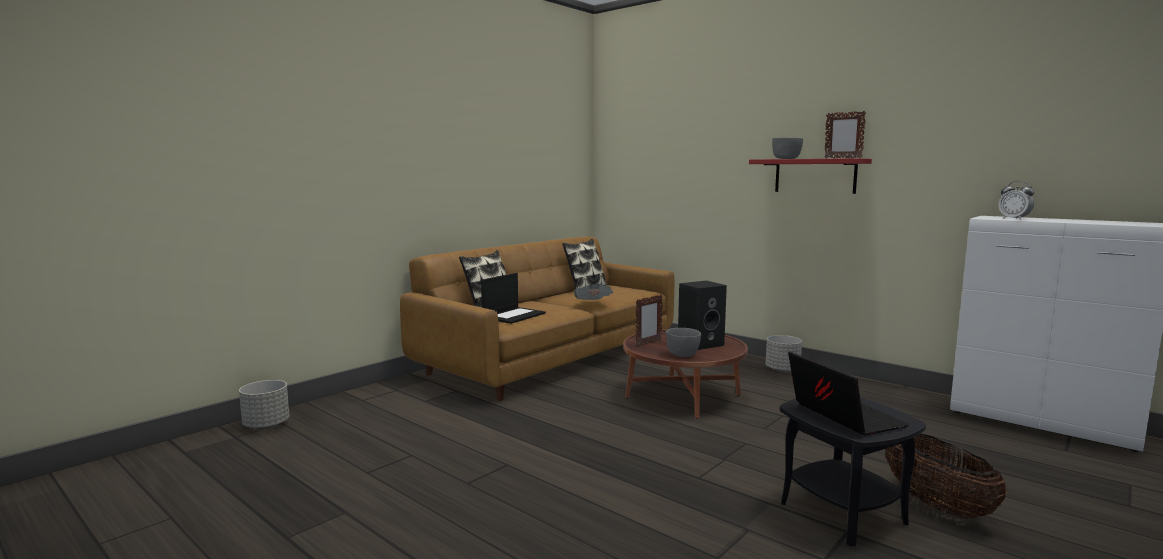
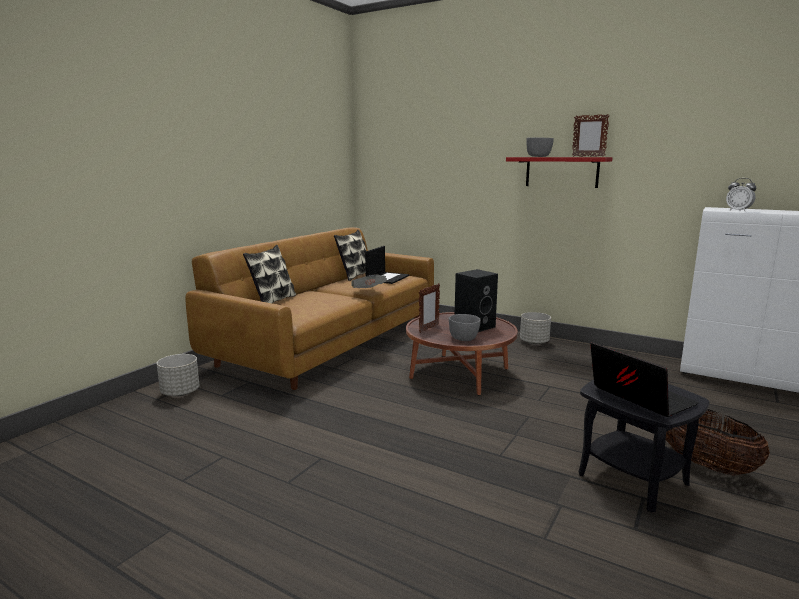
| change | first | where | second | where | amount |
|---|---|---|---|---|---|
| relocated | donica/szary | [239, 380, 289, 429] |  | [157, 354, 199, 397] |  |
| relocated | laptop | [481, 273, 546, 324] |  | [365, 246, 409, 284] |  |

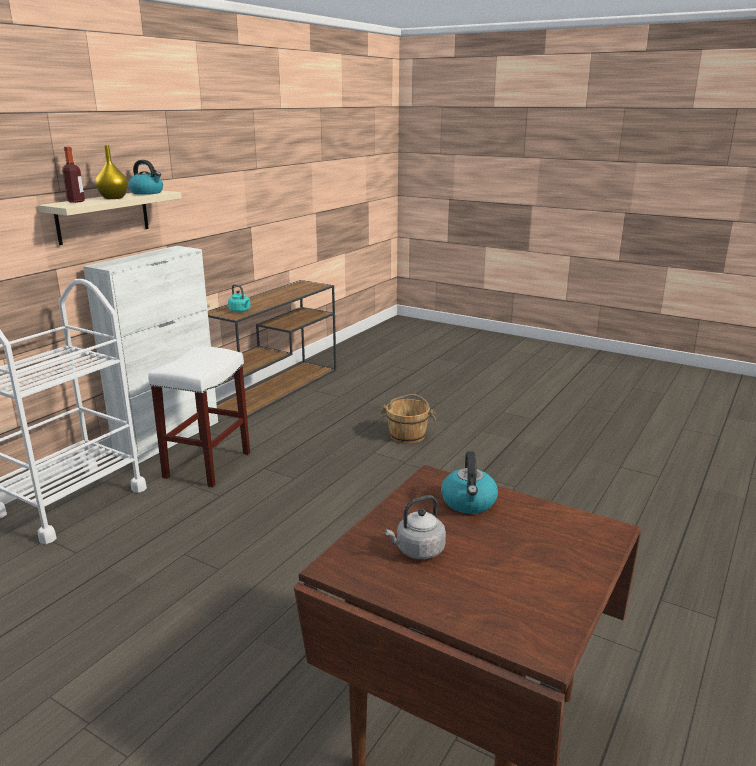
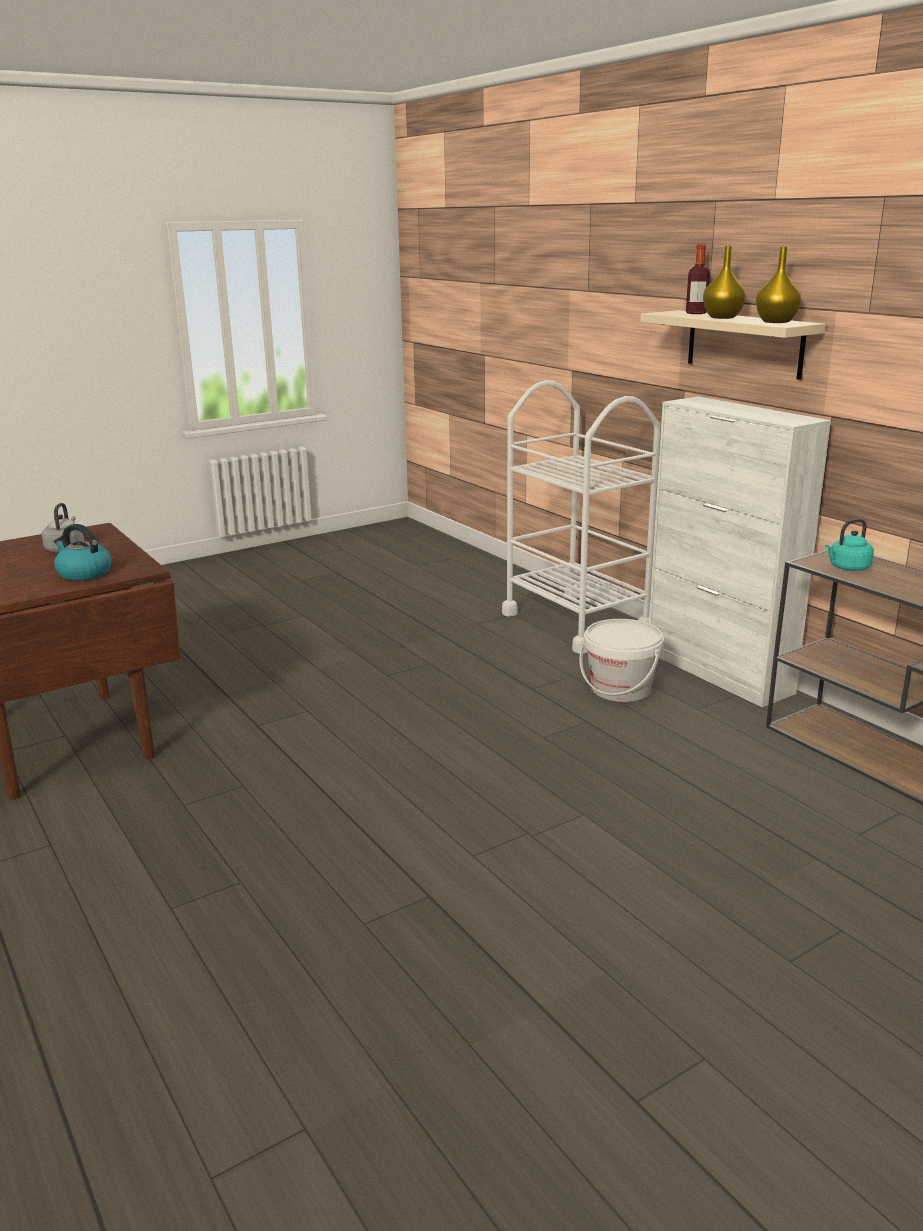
| change | first | where | second | where | amount |
|---|---|---|---|---|---|
| exchanged | stołek/biały | [148, 346, 250, 487] | wiadro/biały | [579, 619, 664, 702] |  |
| exchanged | czajnik | [128, 160, 163, 195] | wazon/żółty | [756, 246, 802, 323] |  |
| missing | wiadro/brązowy | [380, 394, 436, 444] |  |  |  |

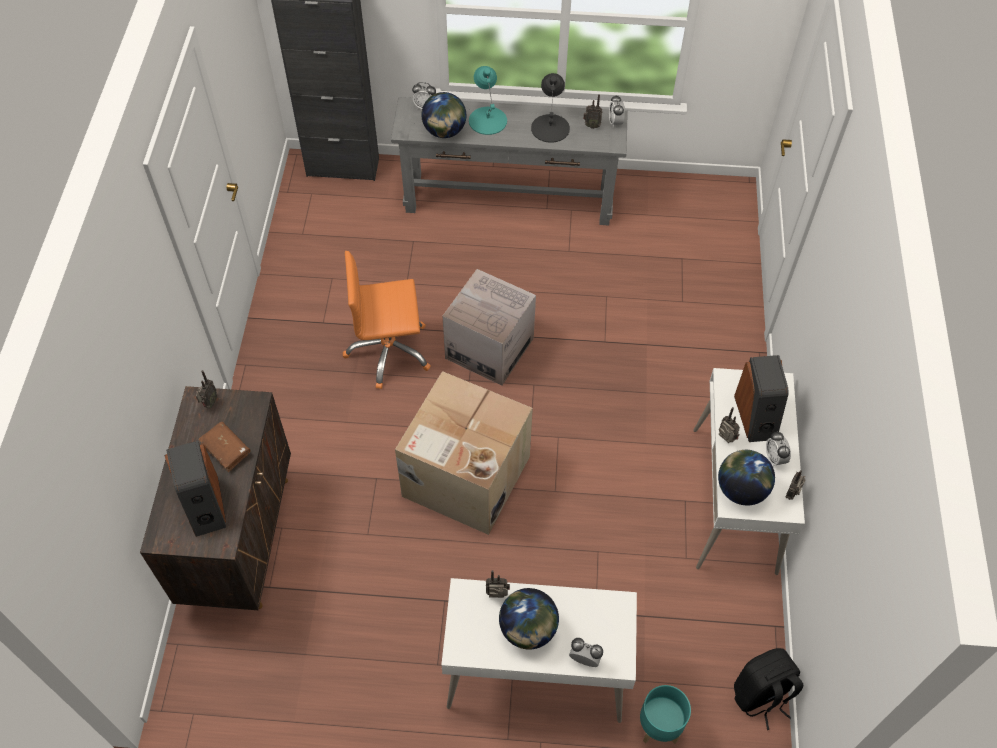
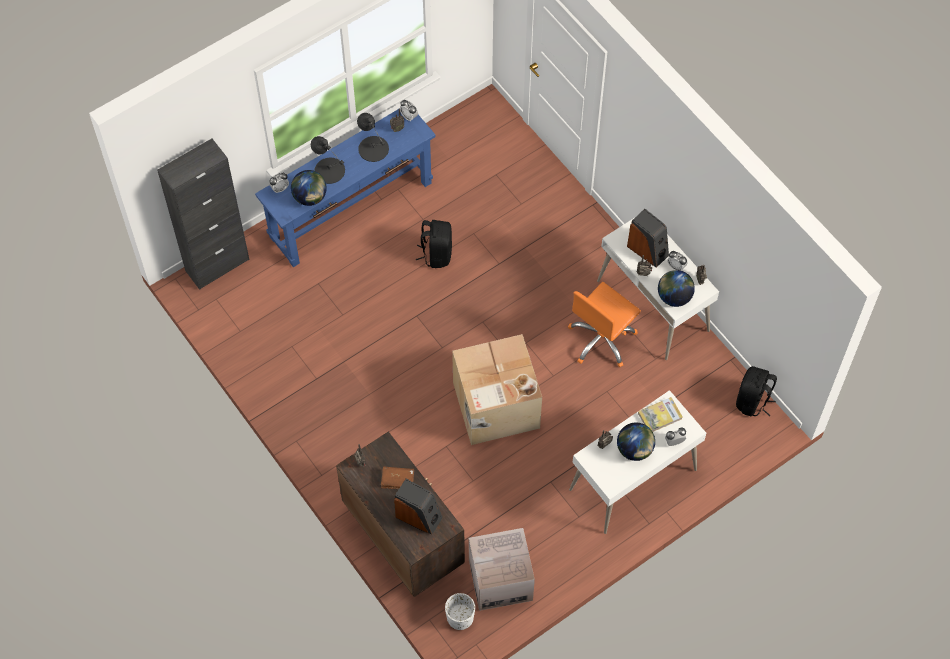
| change | first | where | second | where | amount |
|---|---|---|---|---|---|
| colour | stolik konsolowy/szary | [391, 97, 628, 225] | stolik konsolowy/niebieski | [255, 108, 436, 267] |  |
| colour | lampa stołowa/turkusowy | [469, 66, 507, 135] | lampa stołowa/czarny | [311, 136, 345, 184] |  |
| appeared |  |  | plecak/czarny | [416, 220, 452, 268] |  |
| appeared |  |  | donica/biały | [445, 593, 475, 630] |  |
| relocated | karton | [442, 269, 536, 386] |  | [469, 528, 535, 611] |  |
| relocated | krzesło biurowe/pomarańczowy | [343, 251, 431, 389] |  | [568, 282, 641, 367] |  |
| appeared |  |  | książka | [638, 397, 683, 432] |  |
| missing | donica/turkusowy | [640, 685, 691, 744] |  |  |  |

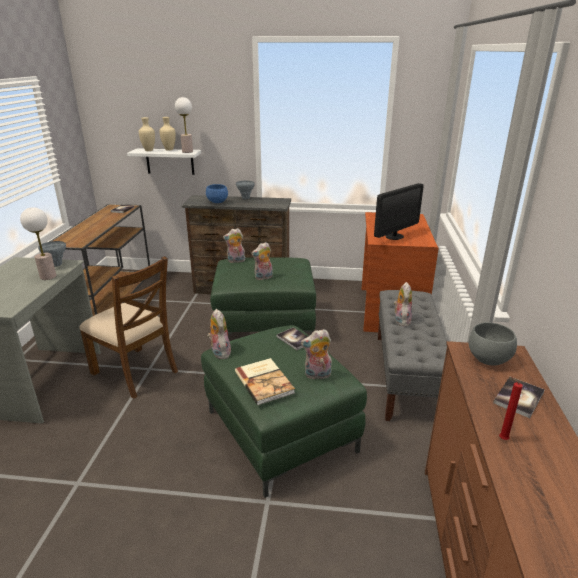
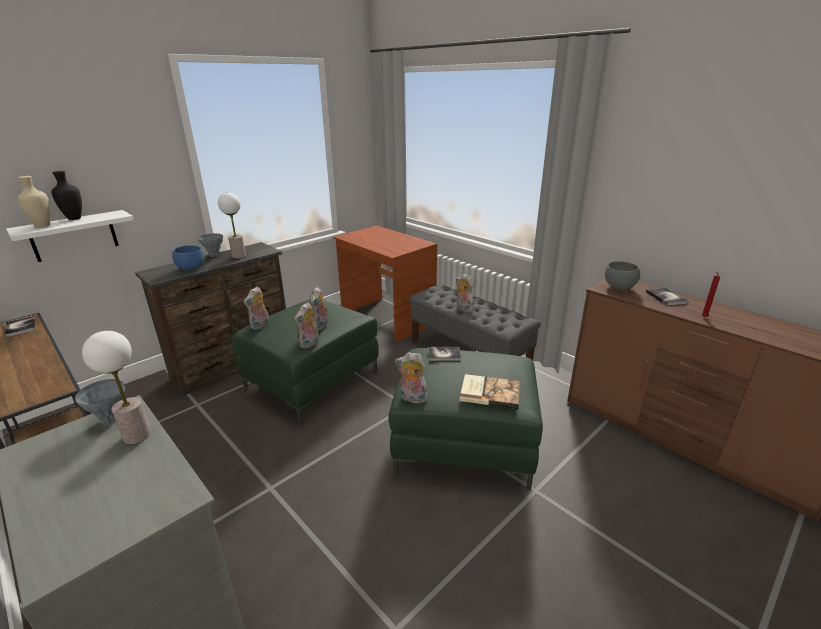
| change | first | where | second | where | amount |
|---|---|---|---|---|---|
| colour | wazon/beżowy | [159, 117, 176, 151] | wazon/czarny | [52, 171, 82, 220] |  |
| relocated | lampa stołowa | [175, 97, 193, 153] |  | [218, 193, 246, 259] |  |
| relocated | pluszak | [301, 329, 332, 379] |  | [294, 302, 319, 349] |  |
| missing | krzesło/brązowy | [79, 256, 178, 399] |  |  |  |
| missing | monitor | [374, 183, 424, 240] |  |  |  |

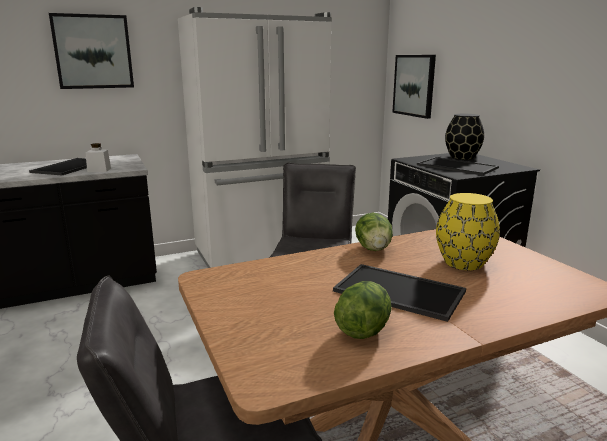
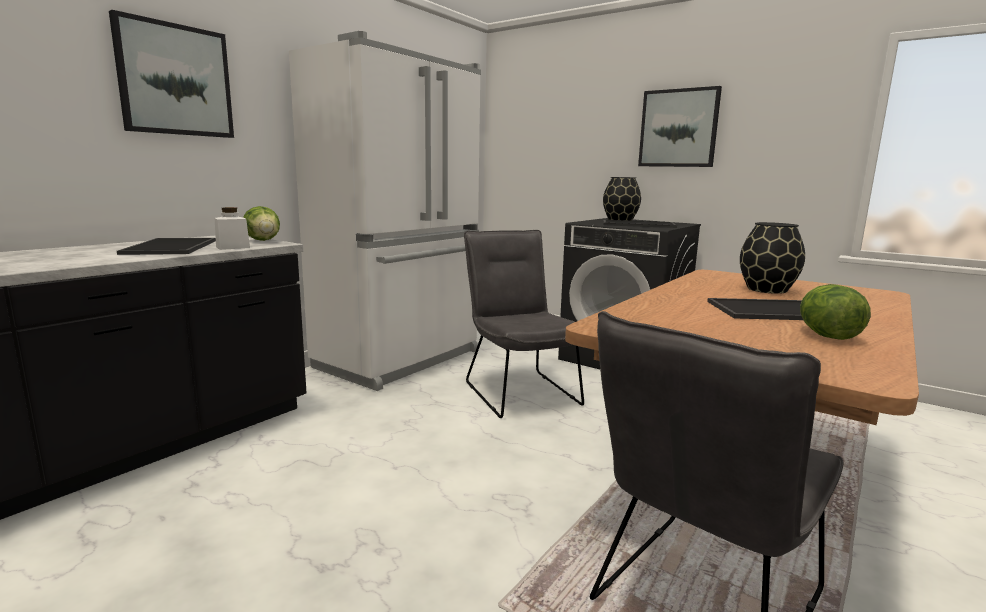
| change | first | where | second | where | amount |
|---|---|---|---|---|---|
| relocated | sałata | [355, 212, 393, 251] |  | [243, 206, 280, 241] |  |
| relocated | obraz | [392, 55, 436, 119] |  | [638, 86, 722, 167] |  |
| colour | wazon/żółty | [436, 193, 500, 270] | wazon/czarny | [740, 222, 805, 294] |  |

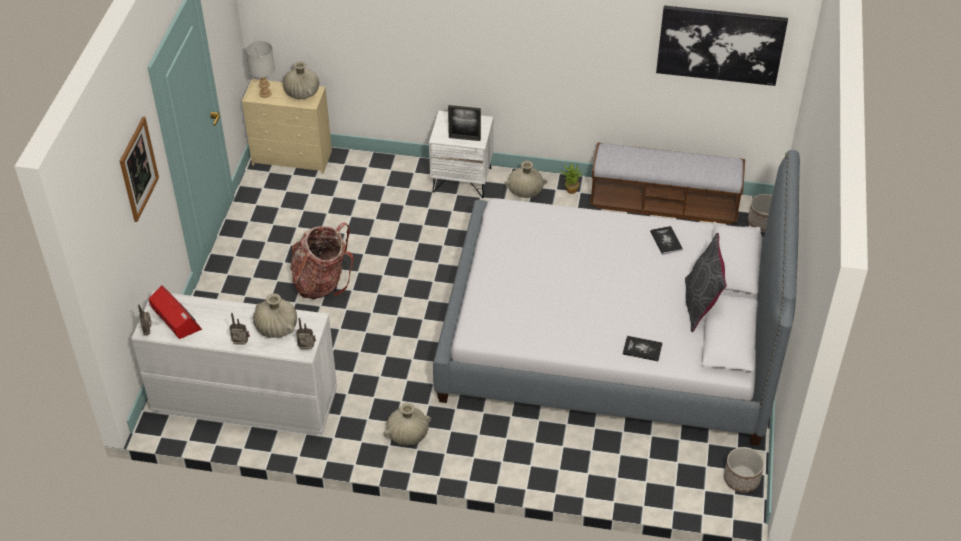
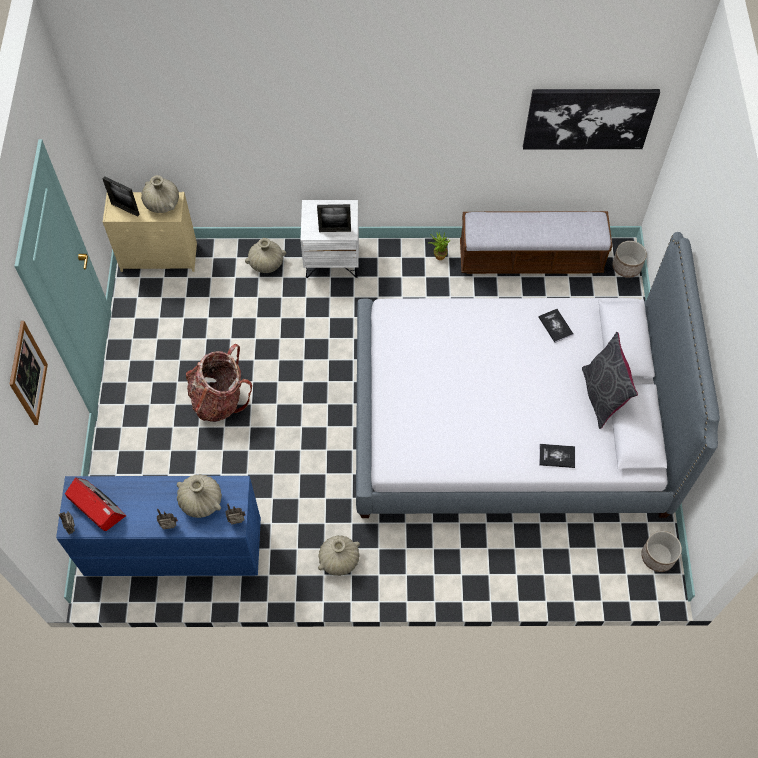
| change | first | where | second | where | amount |
|---|---|---|---|---|---|
| colour | komoda/biały | [132, 291, 337, 435] | komoda/niebieski | [56, 476, 261, 576] |  |
| exchanged | lampa stołowa/szary | [246, 41, 275, 98] | ramka na zdjęcie | [102, 176, 140, 217] |  |
| relocated | wazon/beżowy | [504, 161, 547, 198] |  | [245, 238, 286, 273] |  |

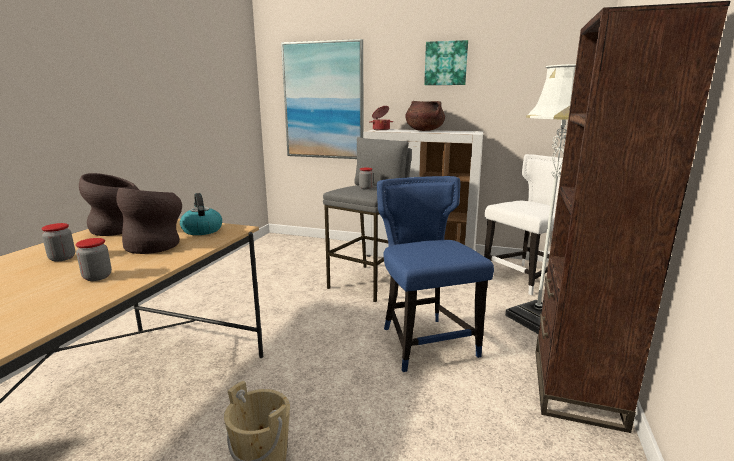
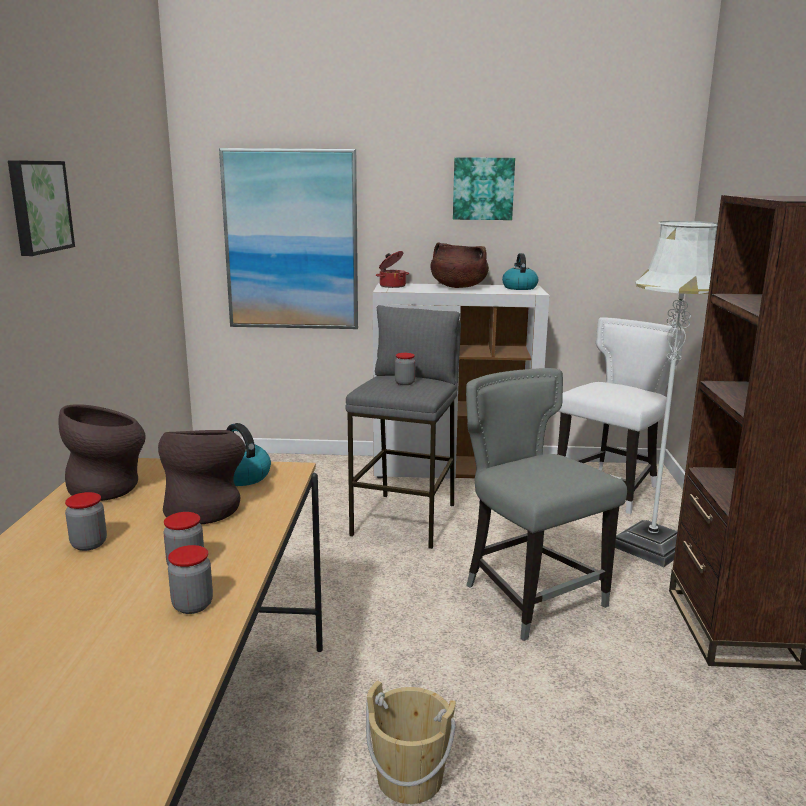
| change | first | where | second | where | amount |
|---|---|---|---|---|---|
| appeared |  |  | obraz | [8, 160, 75, 256] |  |
| appeared |  |  | słoik | [168, 545, 213, 614] |  |
| colour | krzesło/niebieski | [377, 176, 494, 372] | krzesło/szary | [466, 368, 627, 641] |  |
| appeared |  |  | czajnik | [502, 253, 538, 290] |  |

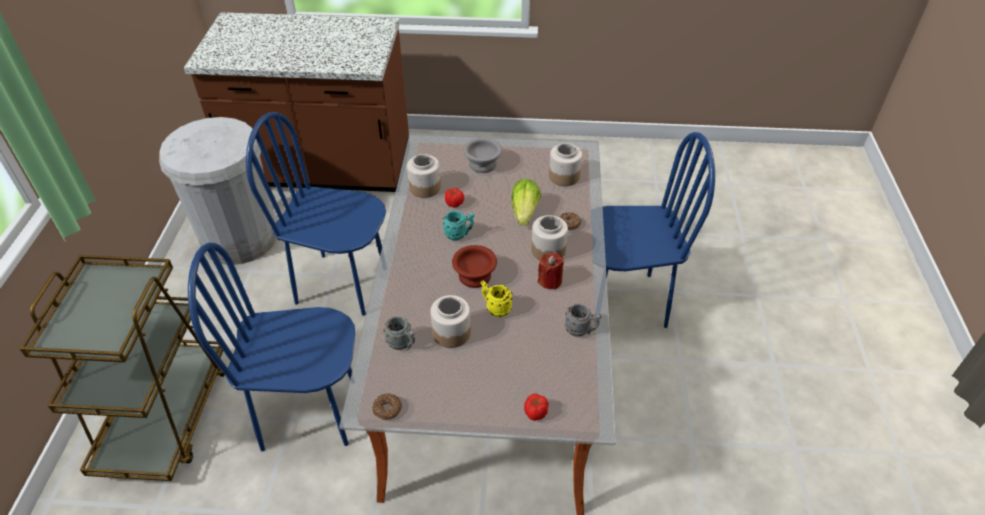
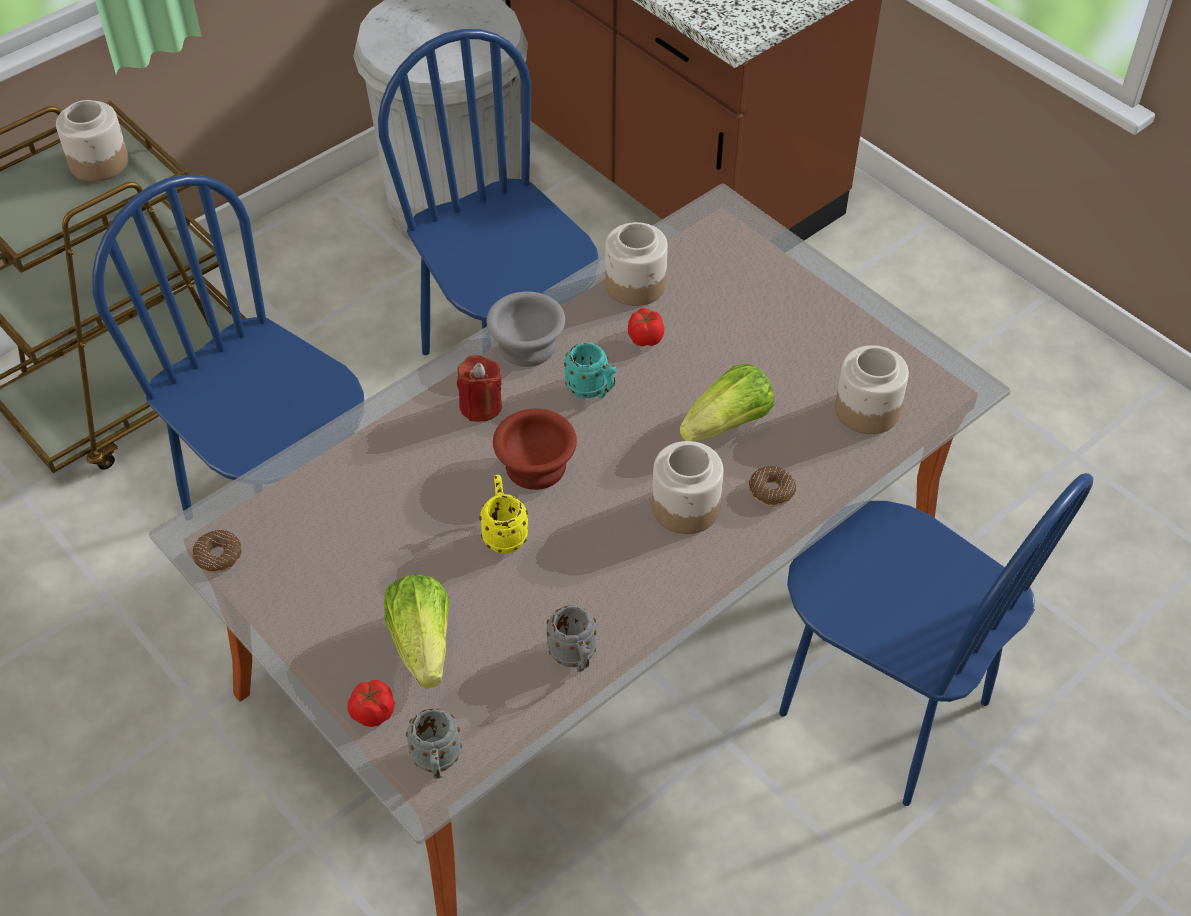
| change | first | where | second | where | amount |
|---|---|---|---|---|---|
| relocated | słoik | [430, 295, 471, 348] |  | [56, 100, 128, 182] |  |
| appeared |  |  | sałata | [384, 575, 450, 688] |  |
| relocated | kubek/szary | [384, 316, 415, 350] |  | [406, 708, 462, 779] |  |
| relocated | świeca/czerwony | [538, 252, 564, 289] |  | [457, 355, 502, 422] |  |
| relocated | miska/szary | [464, 138, 502, 173] |  | [487, 292, 565, 367] |  |

